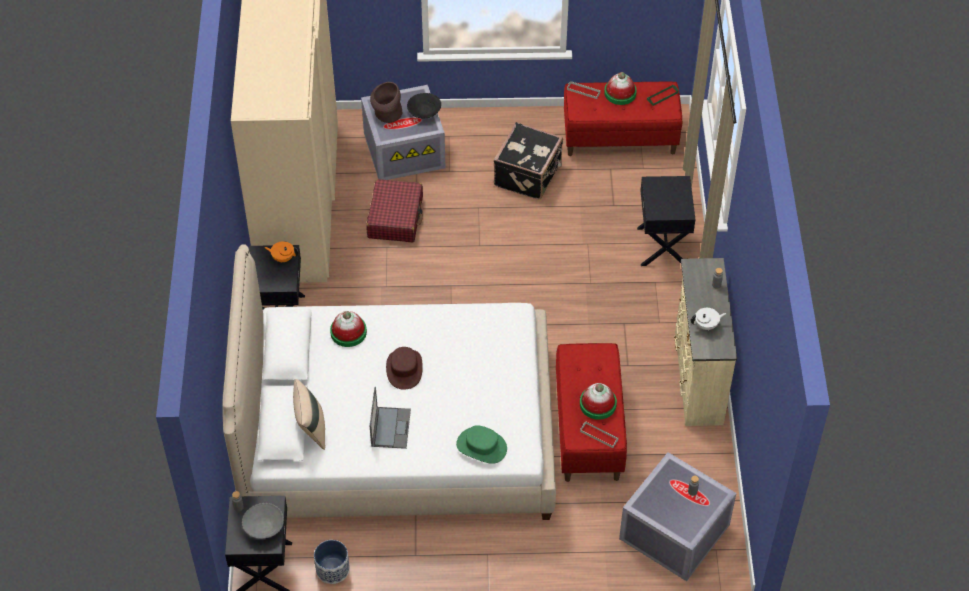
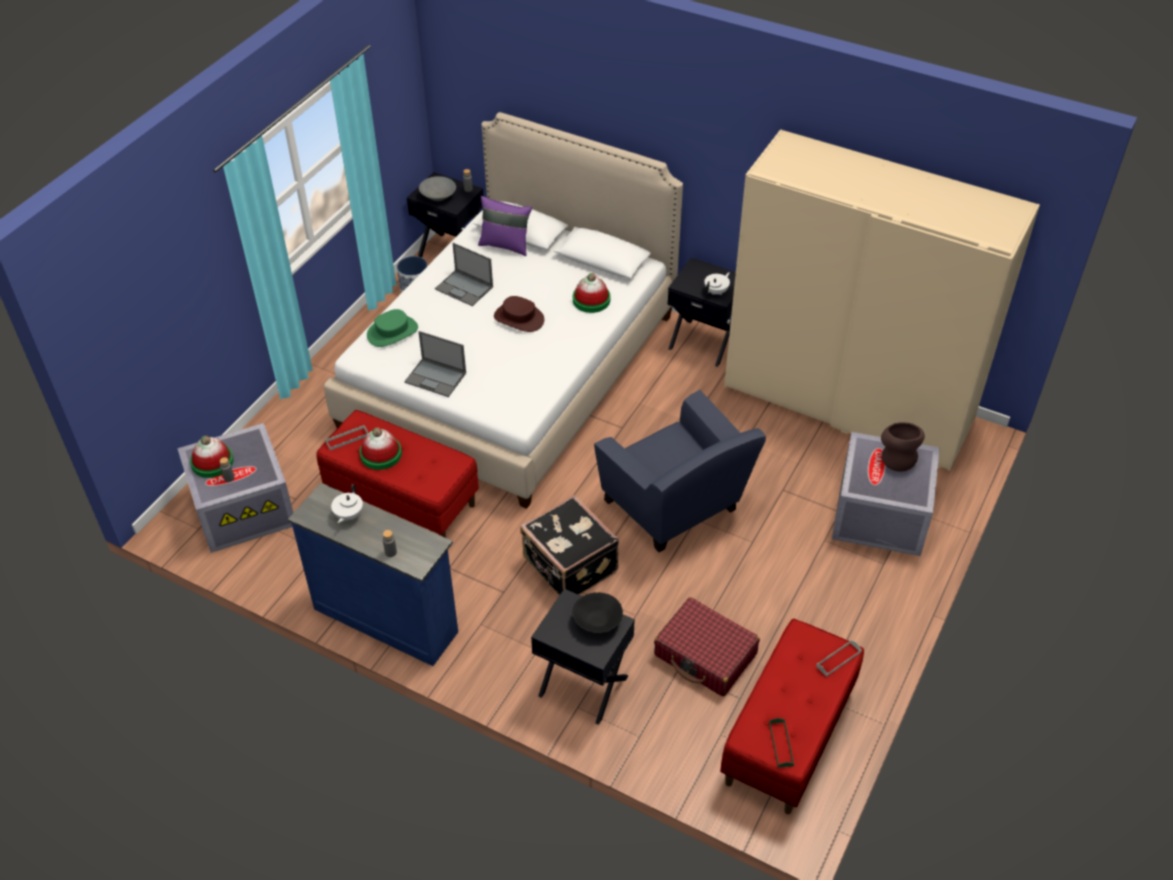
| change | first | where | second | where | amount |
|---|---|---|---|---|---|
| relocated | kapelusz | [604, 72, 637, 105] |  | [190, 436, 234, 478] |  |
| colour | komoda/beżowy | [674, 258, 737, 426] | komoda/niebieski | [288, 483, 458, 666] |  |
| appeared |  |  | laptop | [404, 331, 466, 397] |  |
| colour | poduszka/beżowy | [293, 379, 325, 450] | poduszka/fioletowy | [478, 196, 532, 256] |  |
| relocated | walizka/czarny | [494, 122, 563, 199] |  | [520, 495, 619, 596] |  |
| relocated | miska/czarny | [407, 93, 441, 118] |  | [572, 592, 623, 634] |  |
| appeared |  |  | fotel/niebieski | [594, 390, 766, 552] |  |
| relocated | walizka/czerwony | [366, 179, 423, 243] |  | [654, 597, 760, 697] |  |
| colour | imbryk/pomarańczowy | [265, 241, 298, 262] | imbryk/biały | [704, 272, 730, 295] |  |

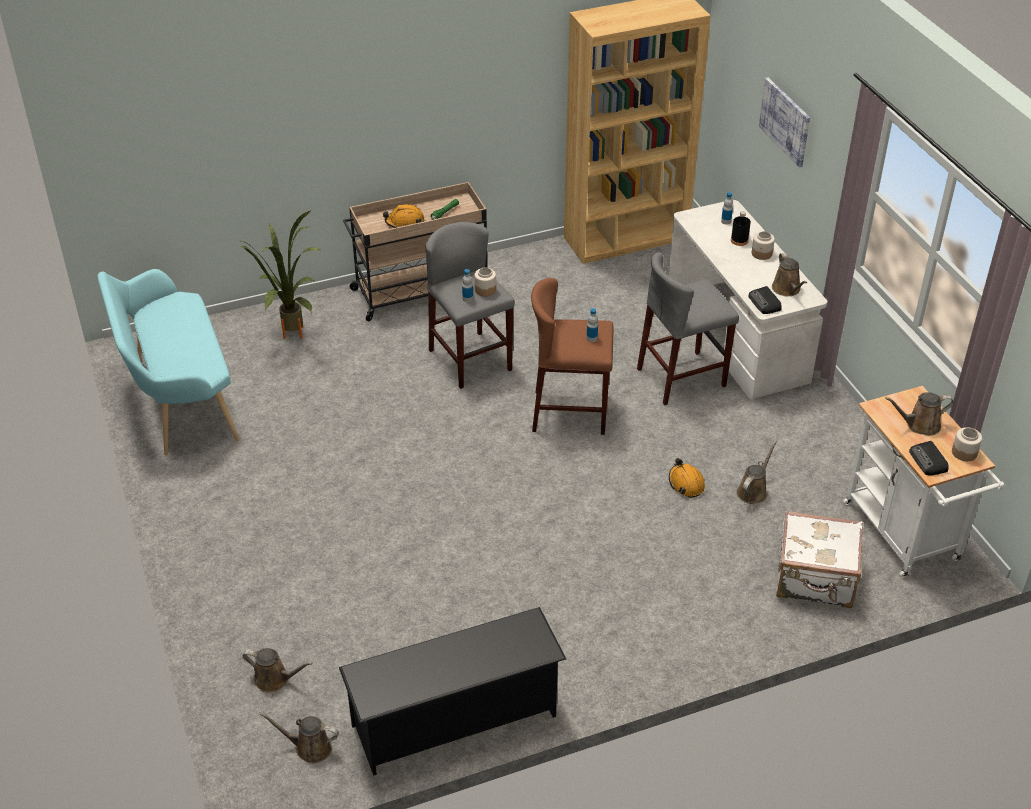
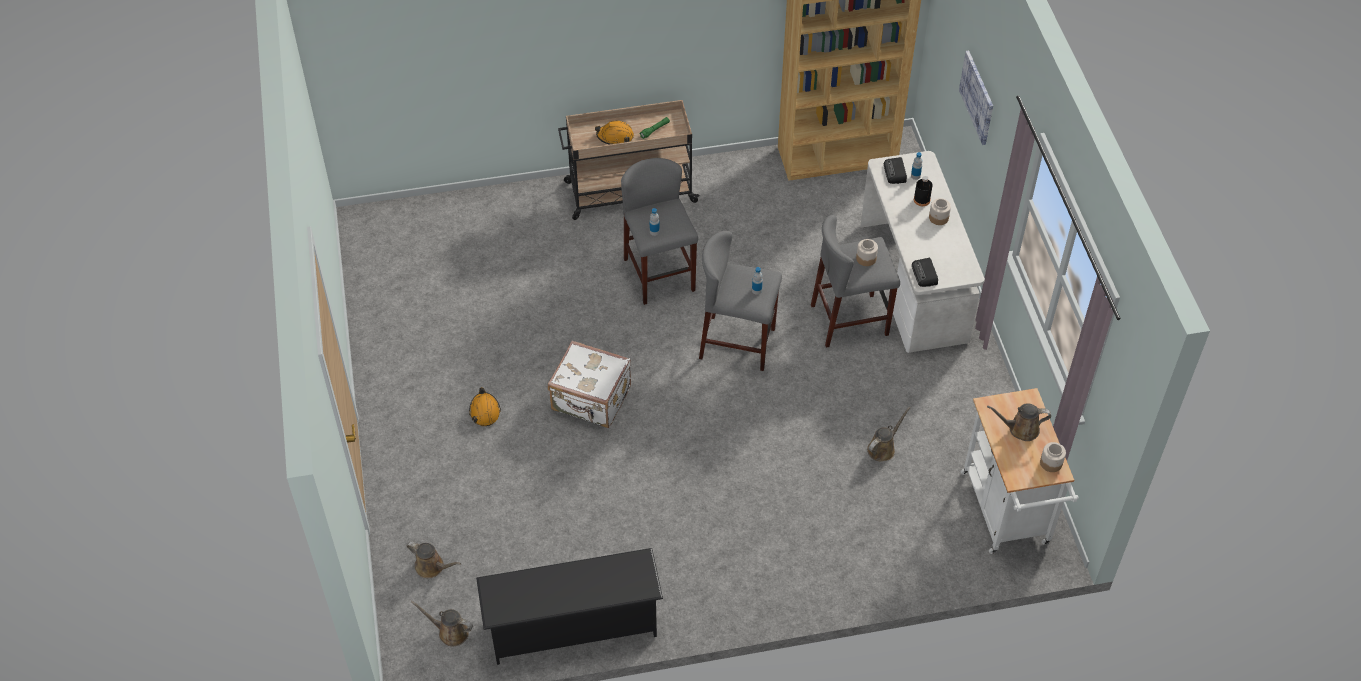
| change | first | where | second | where | amount |
|---|---|---|---|---|---|
| relocated | kask/pomarańczowy | [669, 458, 705, 498] |  | [469, 387, 501, 426] |  |
| relocated | walizka/biały | [776, 511, 863, 608] |  | [548, 341, 631, 428] |  |
| colour | stołek/brązowy | [531, 278, 614, 435] | stołek/szary | [699, 231, 782, 371] |  |
| relocated | słoik | [474, 267, 496, 297] |  | [856, 239, 878, 266] |  |
| relocated | radio | [909, 441, 949, 476] |  | [884, 157, 907, 184] |  |
| missing | ławka/turkusowy | [98, 269, 240, 455] |  |  |  |
| missing | roślina doniczkowa | [240, 211, 322, 339] |  |  |  |
| missing | konewka/brązowy | [772, 253, 807, 296] |  |  |  |

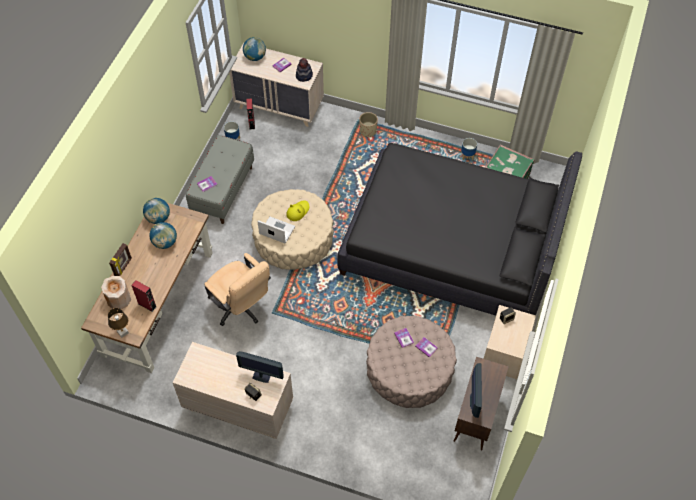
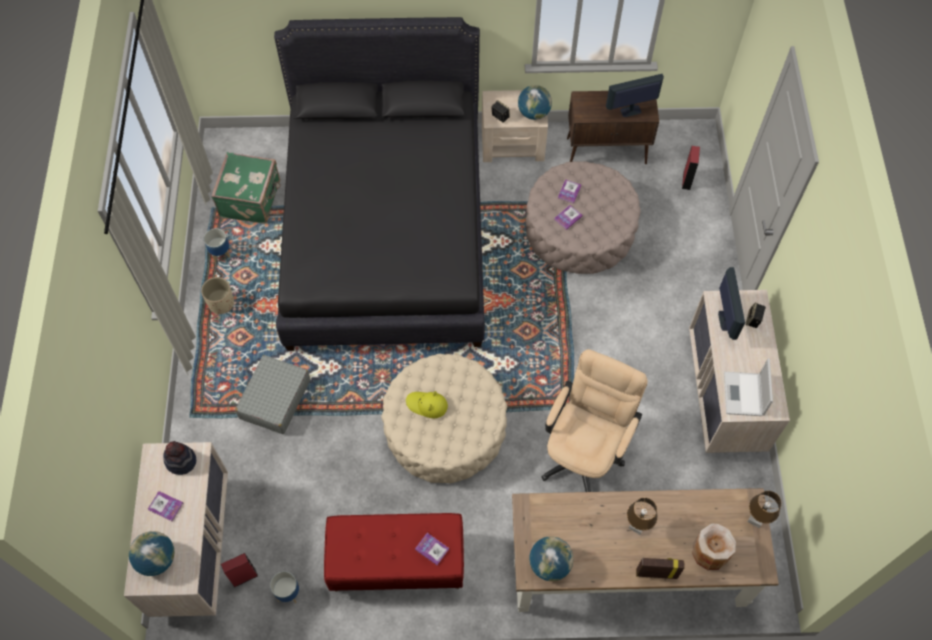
| change | first | where | second | where | amount |
|---|---|---|---|---|---|
| relocated | donica/beżowy | [359, 112, 378, 137] |  | [201, 277, 234, 314] |  |
| appeared |  |  | walizka/szary | [236, 355, 310, 434] |  |
| colour | ławka/szary | [186, 135, 254, 224] | ławka/czerwony | [324, 513, 464, 592] |  |
| relocated | globus | [149, 222, 177, 249] |  | [518, 85, 552, 120] |  |
| appeared |  |  | lampa stołowa/brązowy | [627, 498, 658, 535] |  |
| relocated | głośnik/czerwony | [131, 280, 157, 312] |  | [682, 146, 700, 190] |  |
| relocated | laptop | [257, 217, 295, 243] |  | [724, 358, 773, 416] |  |

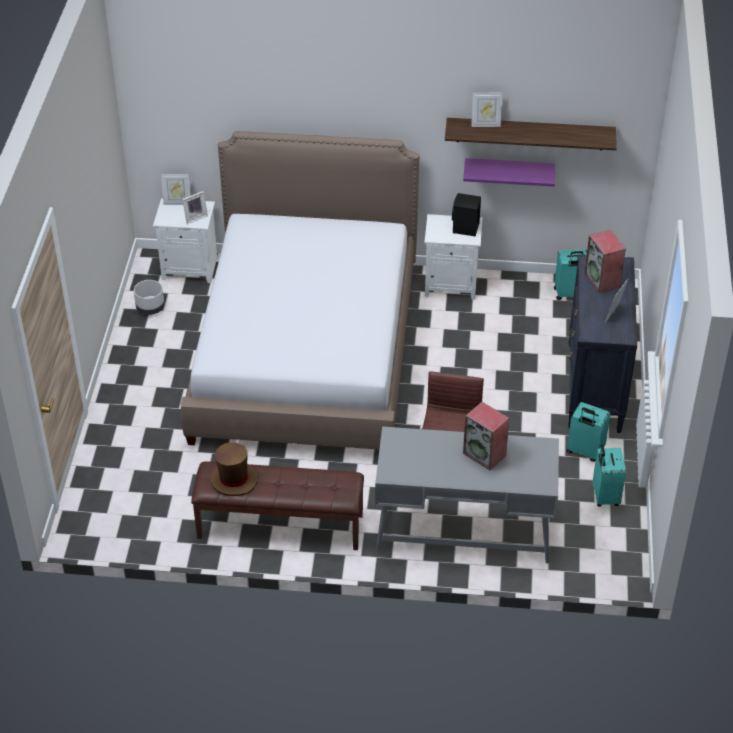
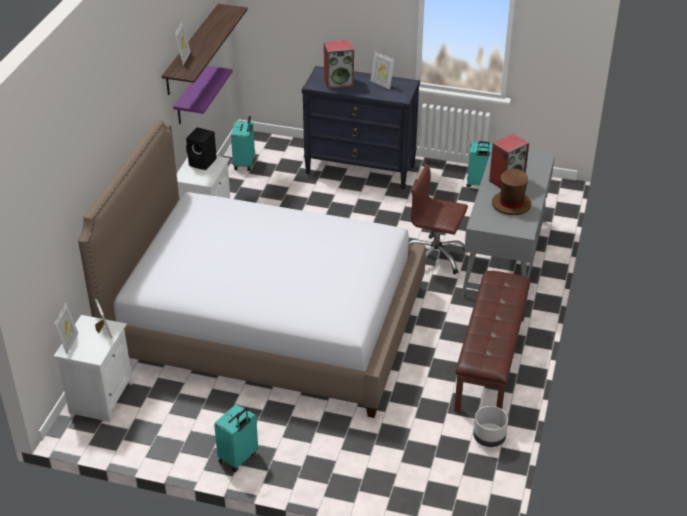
| change | first | where | second | where | amount |
|---|---|---|---|---|---|
| relocated | walizka/turkusowy | [567, 402, 610, 462] |  | [214, 404, 258, 472] |  |
| relocated | donica/szary | [134, 280, 164, 315] |  | [473, 406, 508, 447] |  |
| relocated | kapelusz/brązowy | [211, 442, 257, 496] |  | [492, 169, 531, 215] |  |

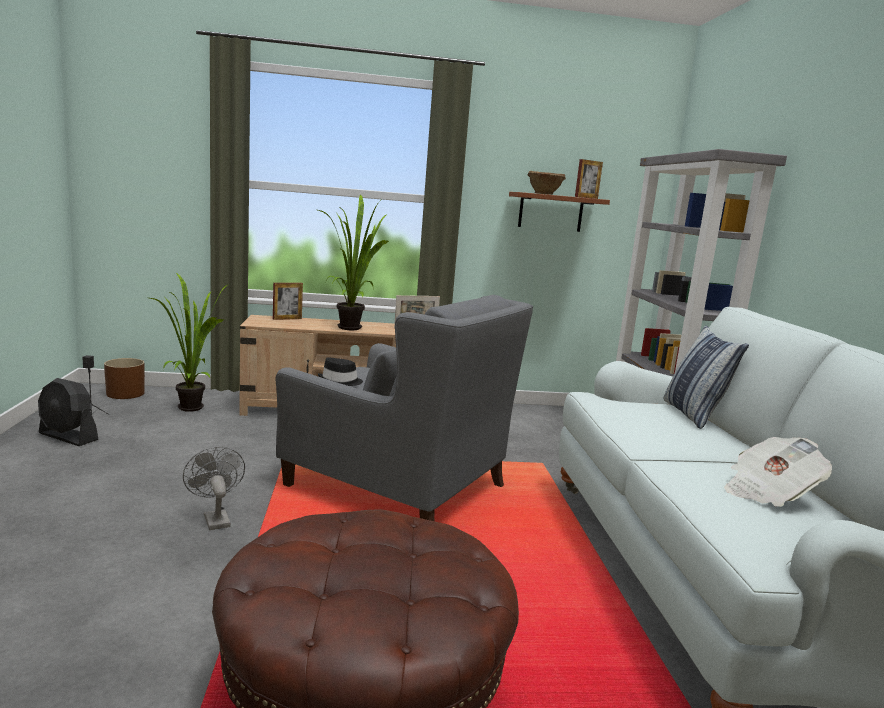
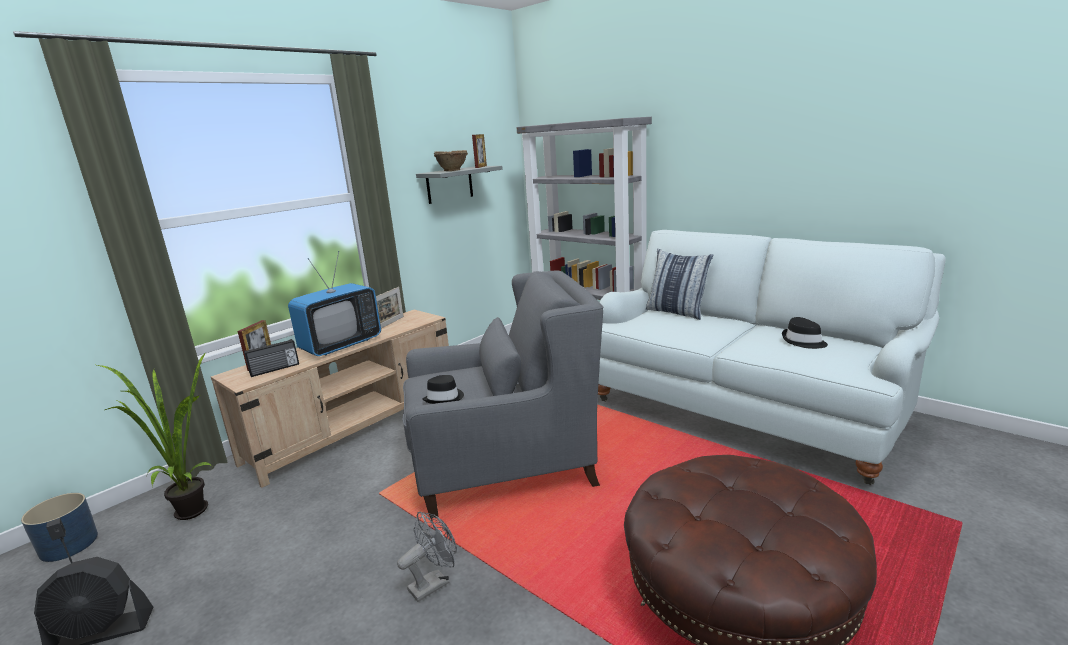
| change | first | where | second | where | amount |
|---|---|---|---|---|---|
| colour | donica/brązowy | [104, 358, 145, 399] | donica/niebieski | [21, 493, 98, 562] |  |
| appeared |  |  | radio | [244, 339, 299, 377] |  |
| exchanged | roślina doniczkowa | [318, 195, 388, 330] | telewizor | [288, 251, 381, 356] |  |
| spun | wentylator/szary | [183, 447, 245, 530] |  | [397, 512, 457, 602] | 120 degrees clockwise |
| colour | półka/brązowy | [509, 192, 610, 232] | półka/szary | [416, 166, 503, 204] |  |
| exchanged | gazeta | [724, 437, 832, 507] | kapelusz/czarny | [782, 317, 828, 349] |  |

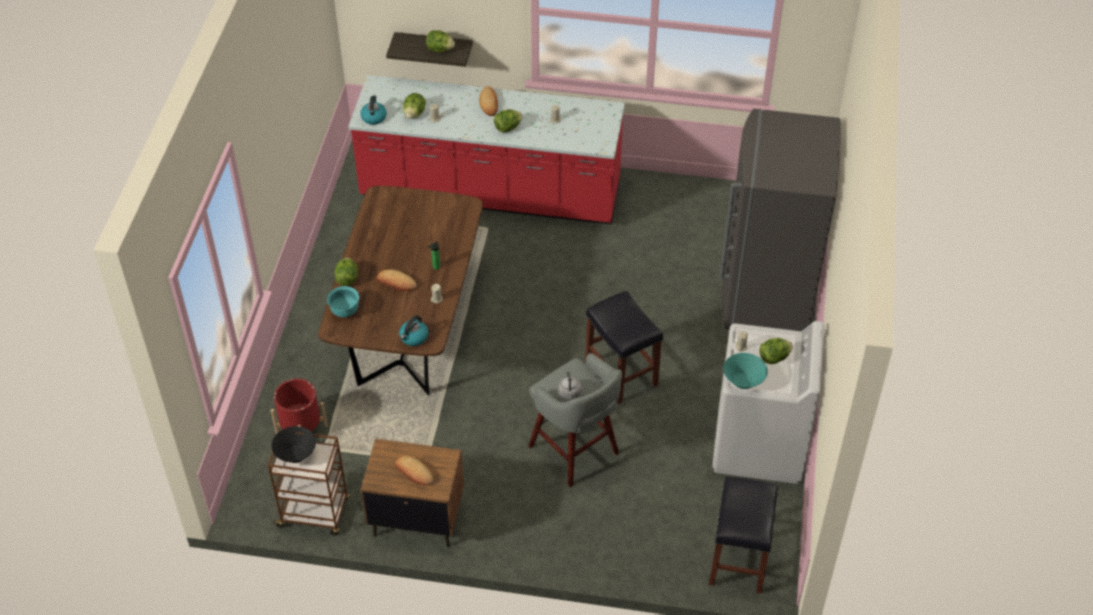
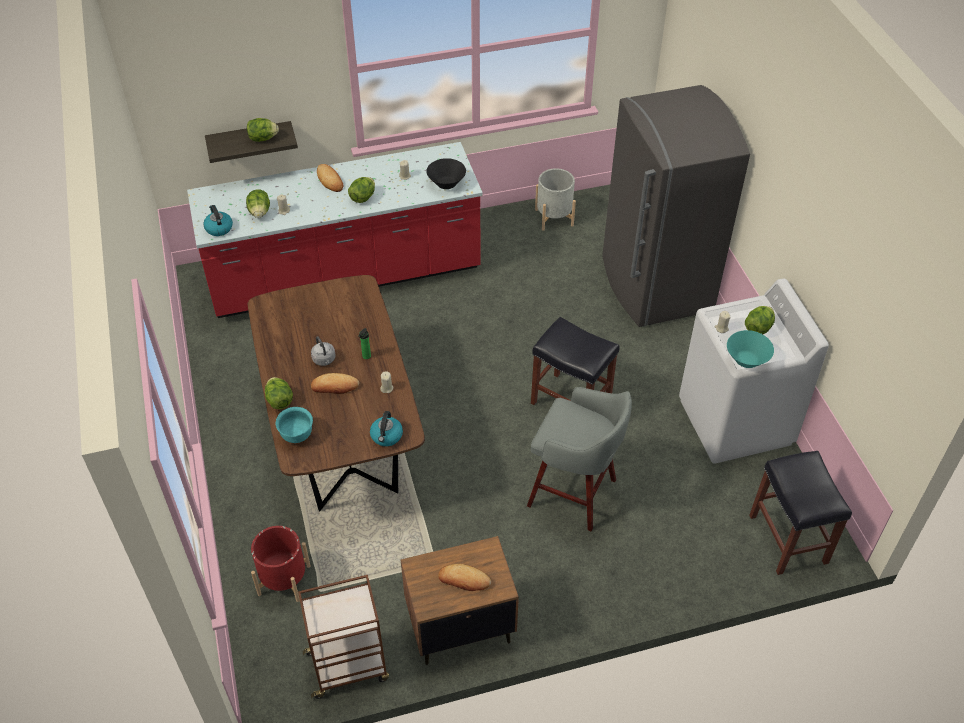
| change | first | where | second | where | amount |
|---|---|---|---|---|---|
| relocated | czajnik/szary | [559, 371, 581, 400] |  | [311, 336, 335, 366] |  |
| relocated | miska/czarny | [271, 426, 316, 463] |  | [426, 158, 466, 189] |  |
| appeared |  |  | donica/szary | [535, 168, 576, 231] |  |

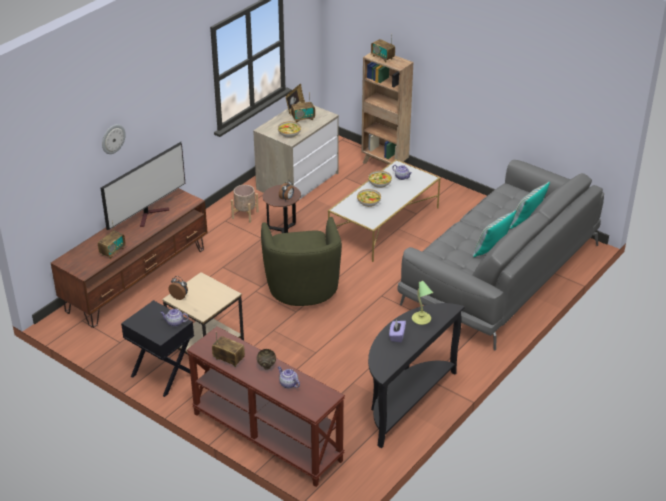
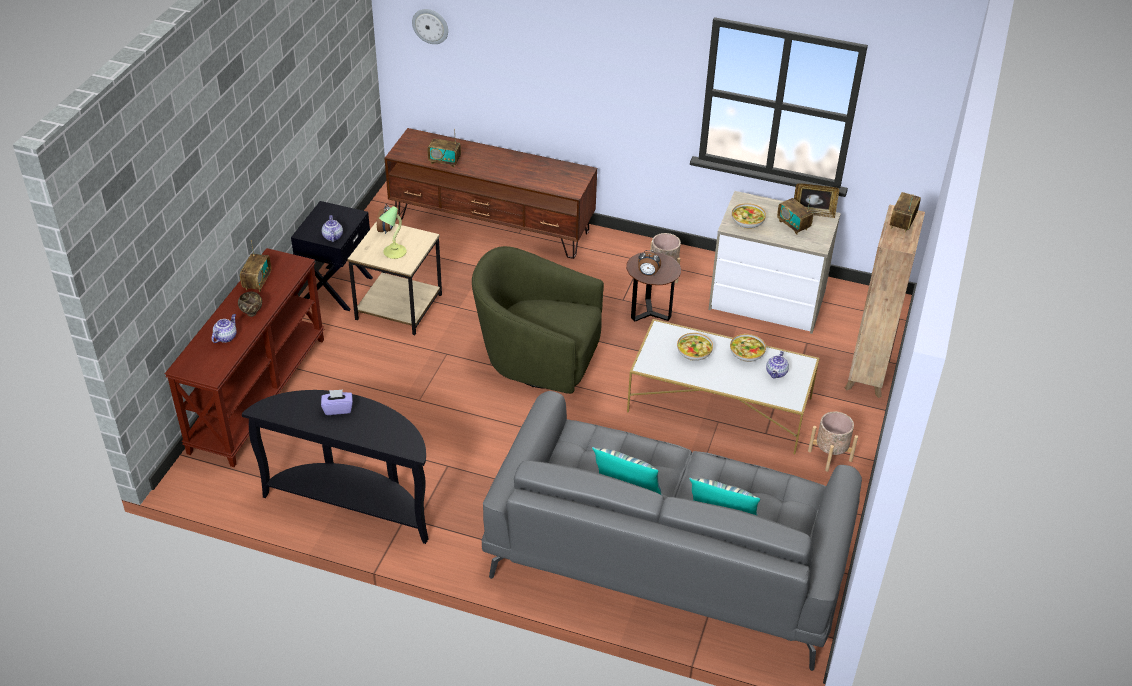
| change | first | where | second | where | amount |
|---|---|---|---|---|---|
| relocated | lampa stołowa | [412, 281, 433, 325] |  | [379, 206, 407, 259] |  |
| relocated | zegar ścienny | [102, 124, 126, 154] |  | [412, 9, 448, 44] |  |
| spun | fotel/zielony | [261, 217, 342, 306] |  | [472, 246, 604, 394] | 45 degrees clockwise |
| appeared |  |  | donica/beżowy | [808, 411, 858, 472] |  |
| missing | telewizor | [101, 142, 185, 230] |  |  |  |

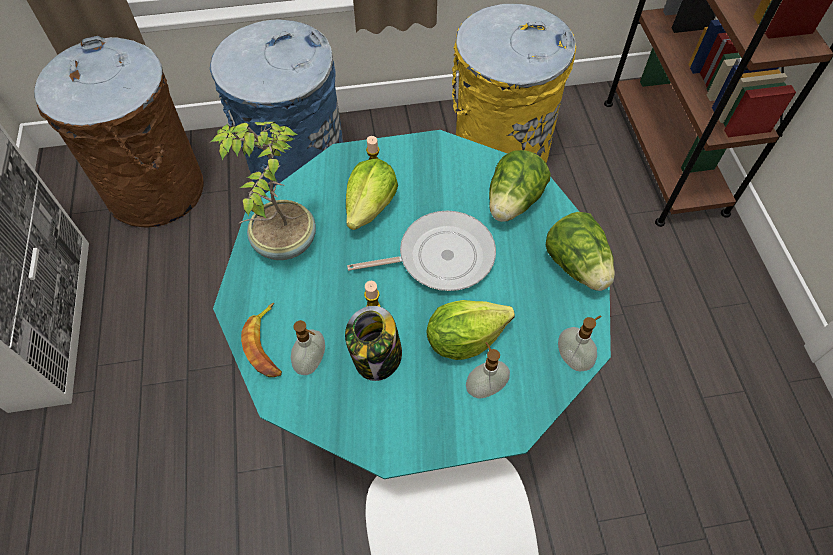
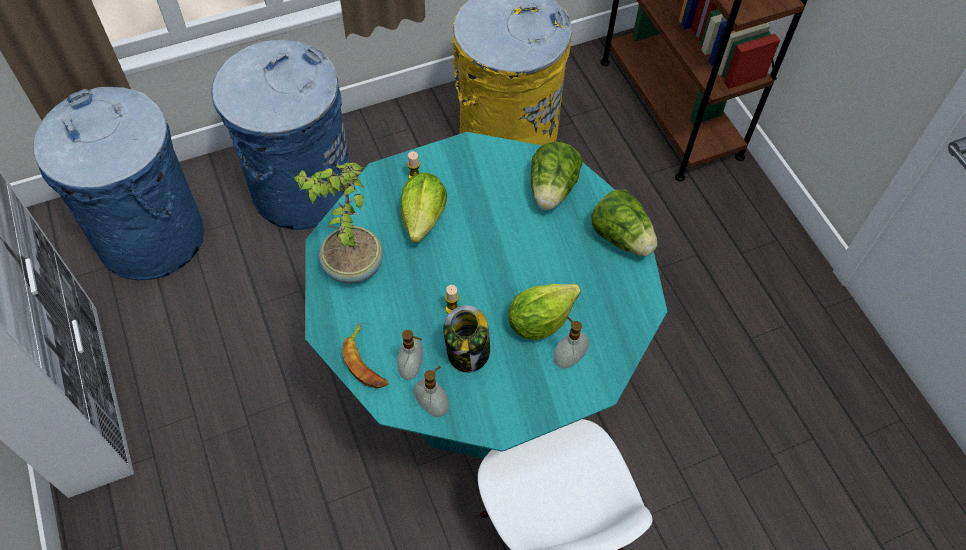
| change | first | where | second | where | amount |
|---|---|---|---|---|---|
| colour | kosz na śmieci/brązowy | [34, 36, 204, 228] | kosz na śmieci/niebieski | [33, 87, 204, 280] |  |
| relocated | dozownik mydła | [558, 315, 602, 371] |  | [414, 366, 449, 417] |  |
| missing | patelnia | [347, 211, 496, 291] |  |  |  |

